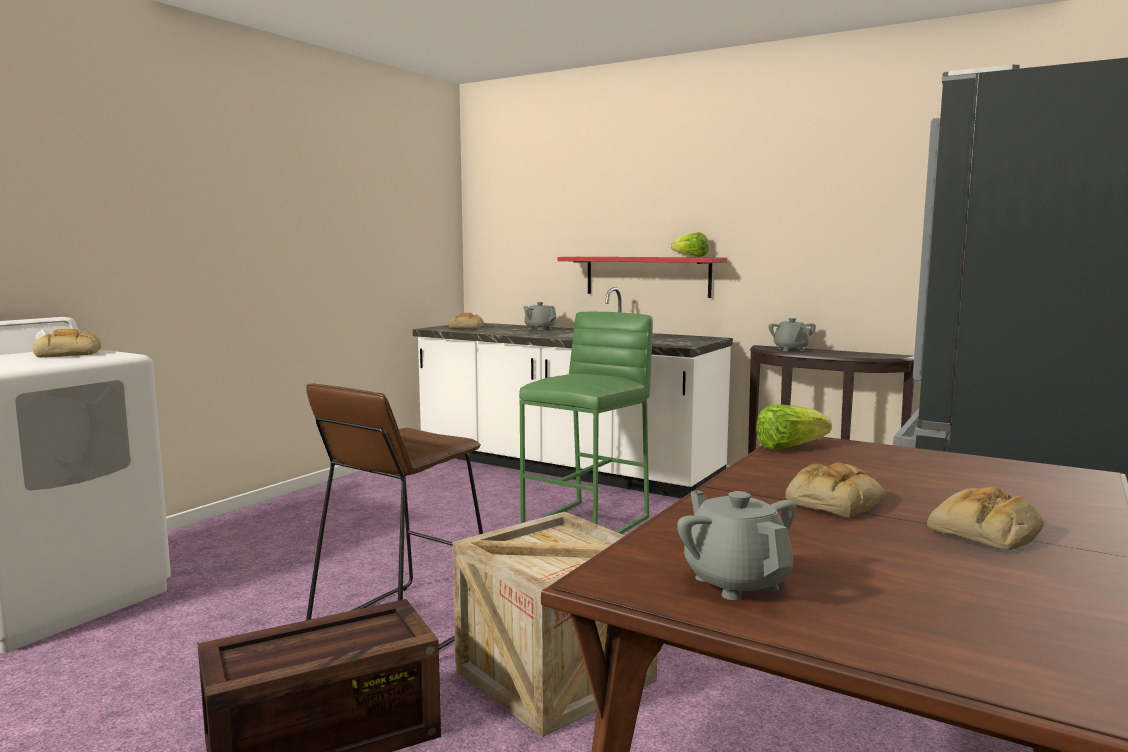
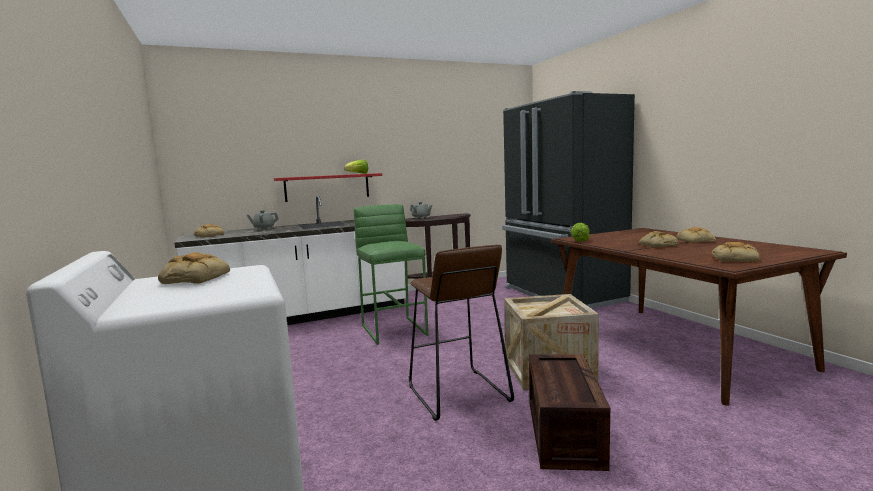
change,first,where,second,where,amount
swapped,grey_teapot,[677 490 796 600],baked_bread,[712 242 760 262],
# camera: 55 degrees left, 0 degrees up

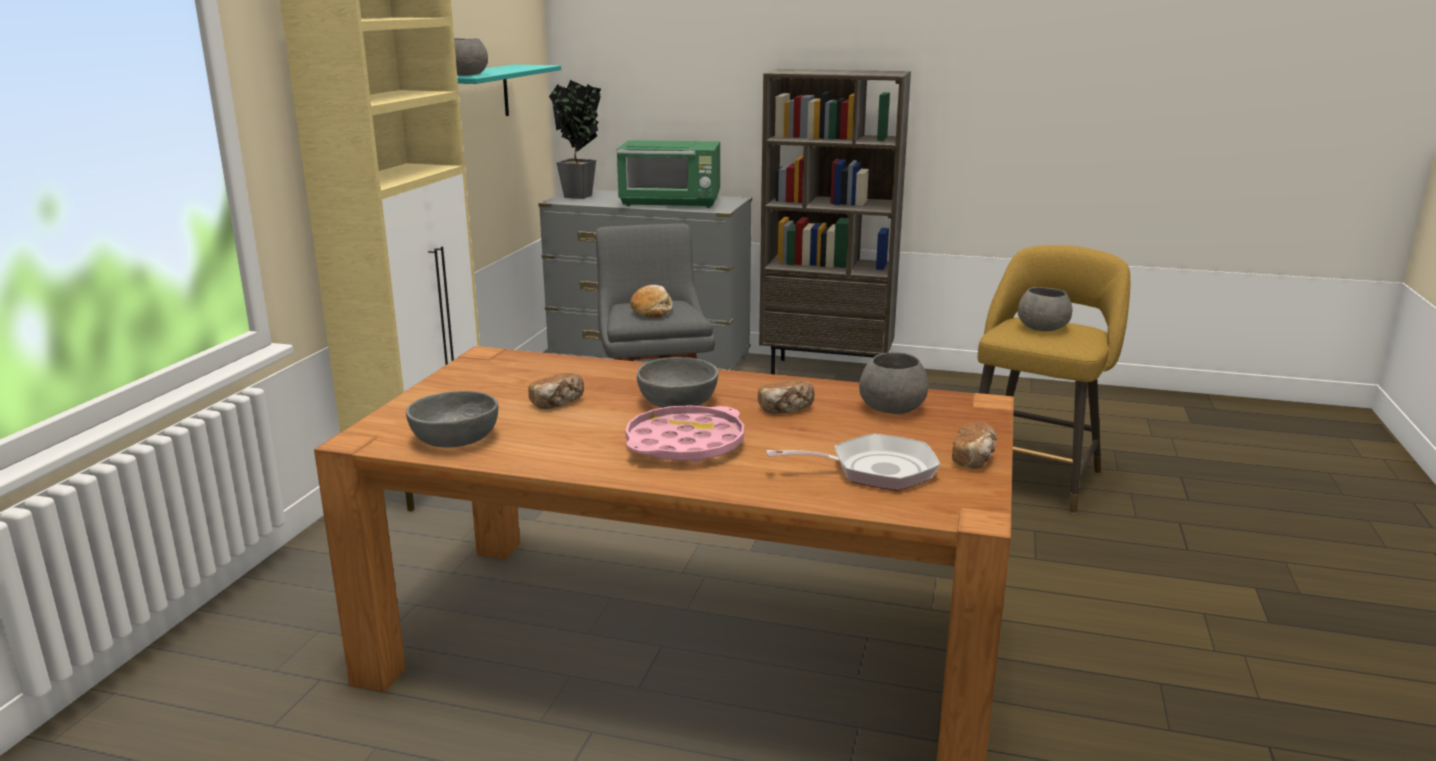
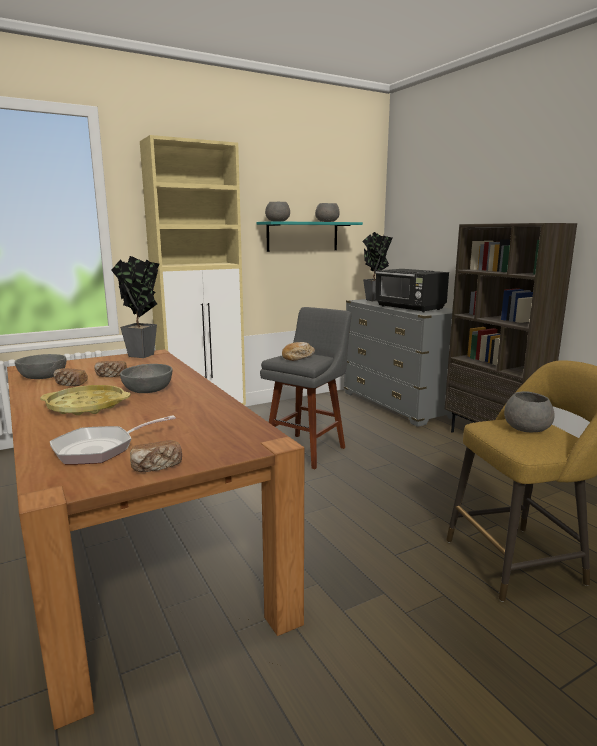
change,first,where,second,where,amount
repainted,green_kitchen_microwave,[616 140 720 208],black-coloured_kitchen_microwave,[375 269 449 312],
shifted,grey_deep_dish,[859 352 928 414],,[315 203 340 222],
shifted,baked_bread,[757 380 815 414],,[53 368 88 386],
repainted,pinkish_tray,[625 405 744 462],yellow_tray,[40 385 131 415],
rotated,pan,[766 433 940 491],,[50 415 176 465],105 degrees clockwise
new,,,plant_in_a_pot,[111 256 159 358],
# camera: 45 degrees right, 5 degrees down

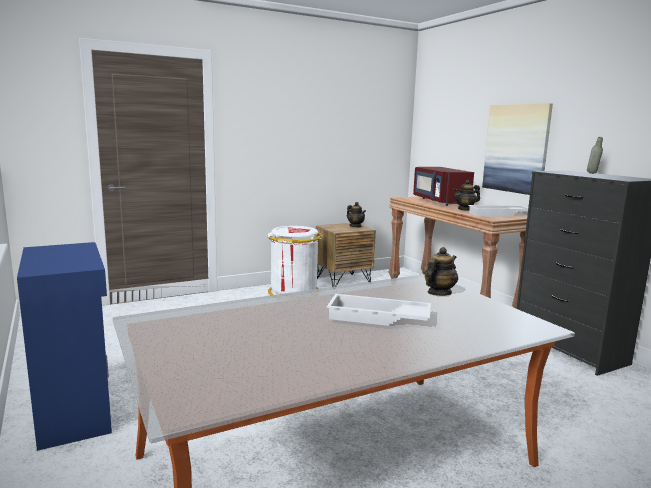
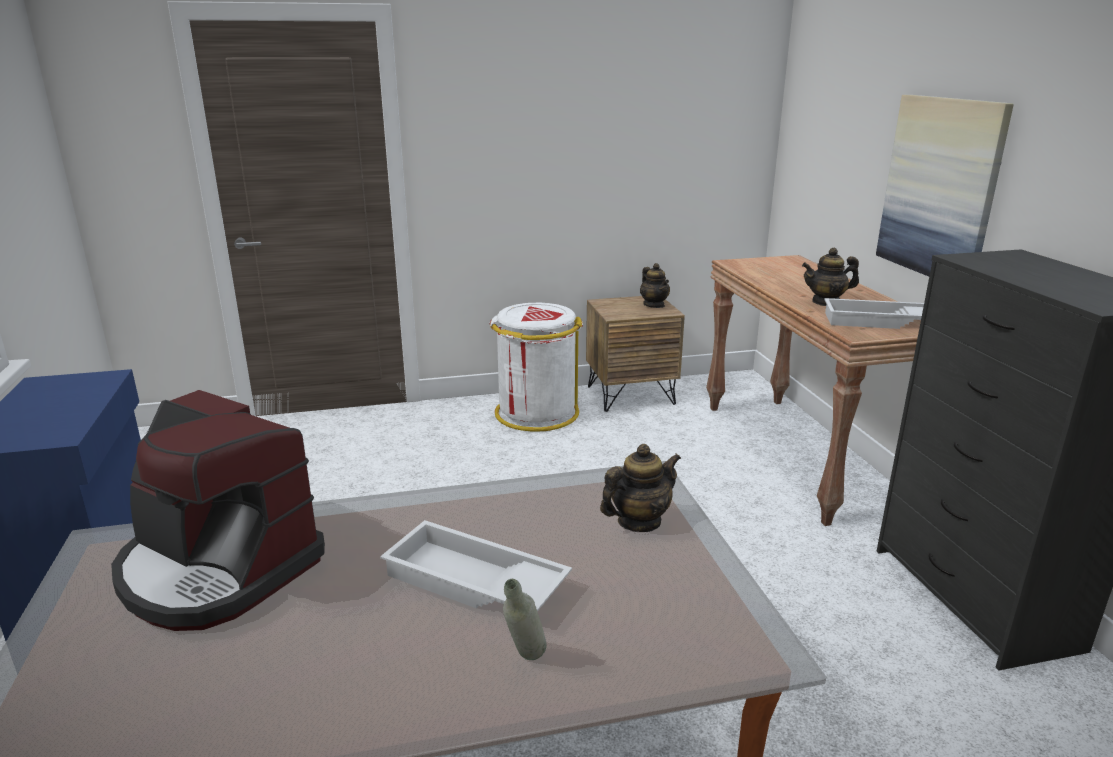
change,first,where,second,where,amount
shifted,grey_bottle,[587 137 603 174],,[503 579 547 660],
gone,red_kitchen_microwave,[413 167 474 206],,,
new,,,coffee_brewer,[111 390 325 631],
# camera: 15 degrees right, 10 degrees up

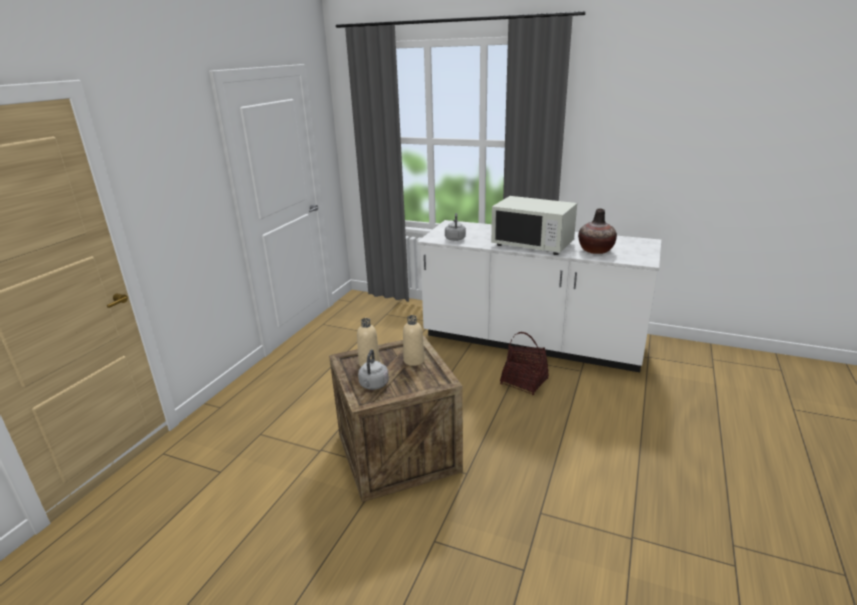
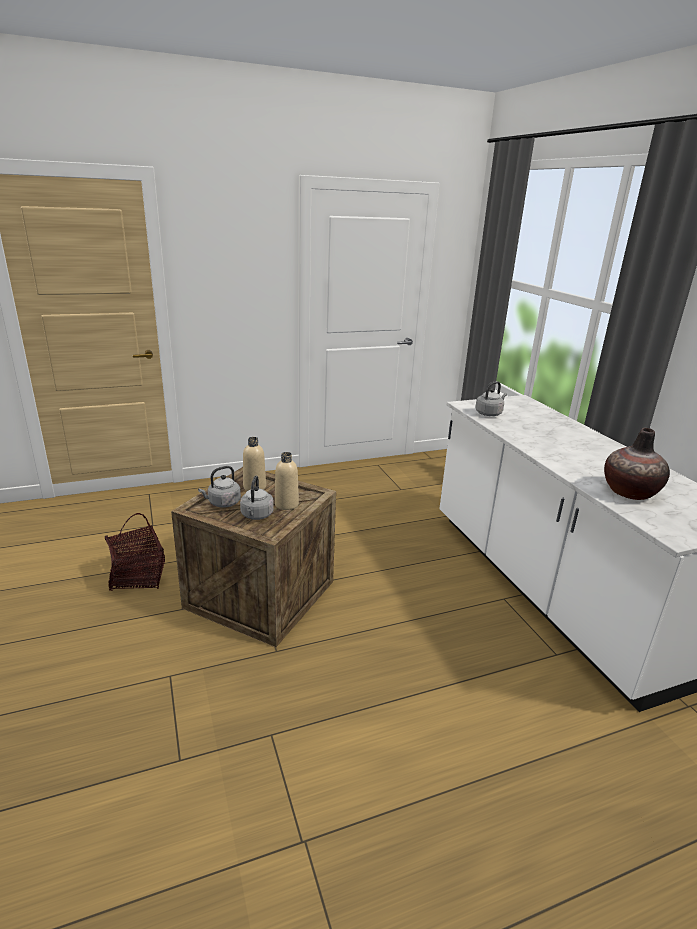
change,first,where,second,where,amount
gone,white_kitchen_microwave,[491 196 577 255],,,
shifted,storage_basket,[500 332 549 396],,[105 513 165 591],
new,,,grey_tea_kettle,[240 476 274 520],
# camera: 45 degrees right, 0 degrees up

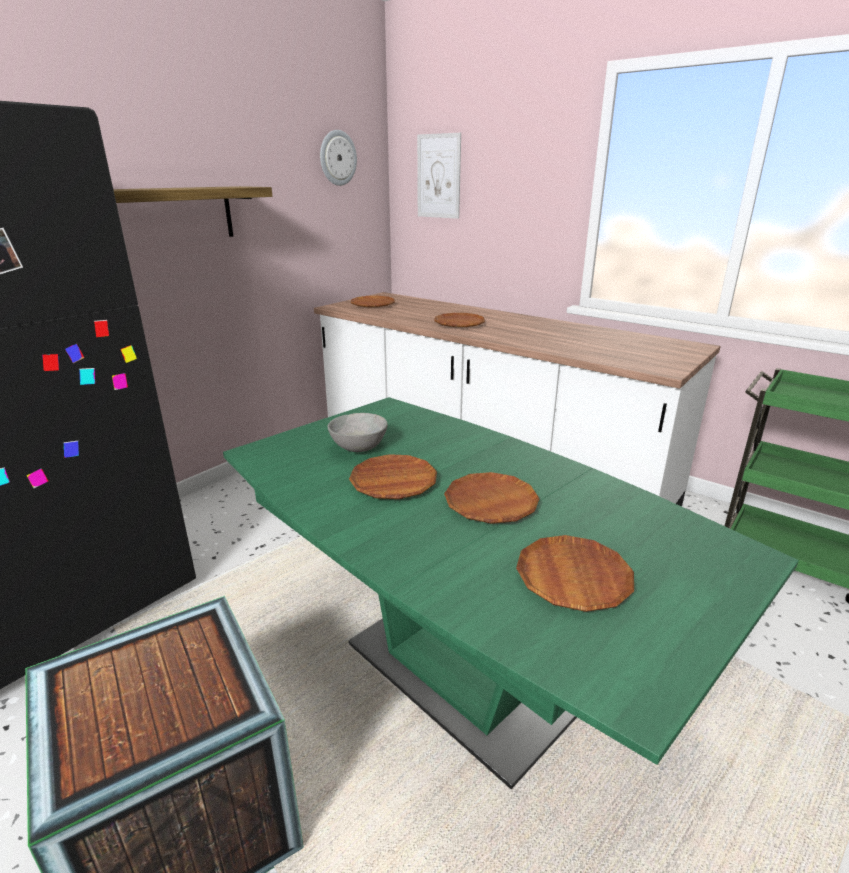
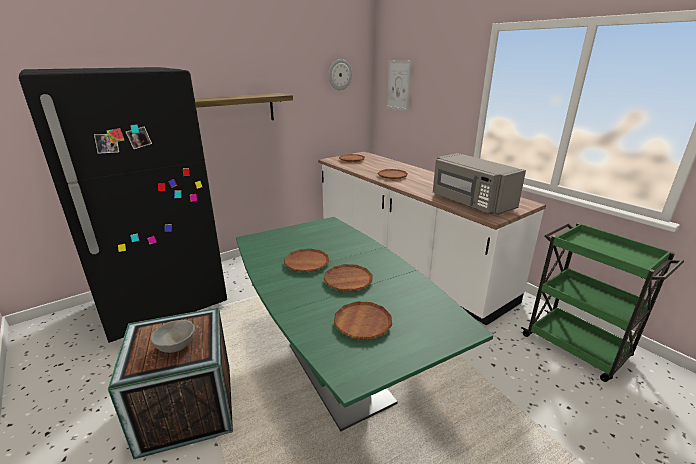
change,first,where,second,where,amount
shifted,grey_deep_dish,[327 413 388 452],,[151 320 195 353],
new,,,grey_kitchen_microwave,[433 153 526 215],
# camera: 15 degrees right, 0 degrees up

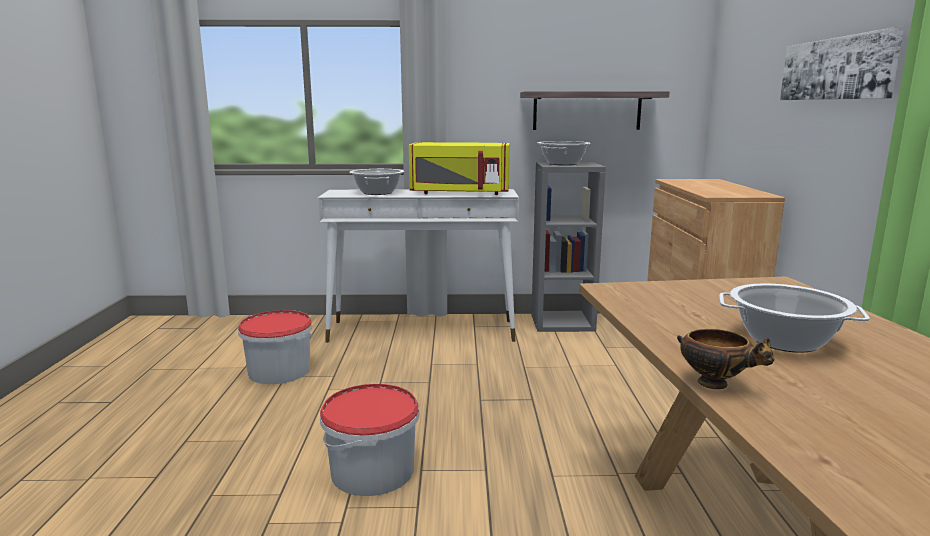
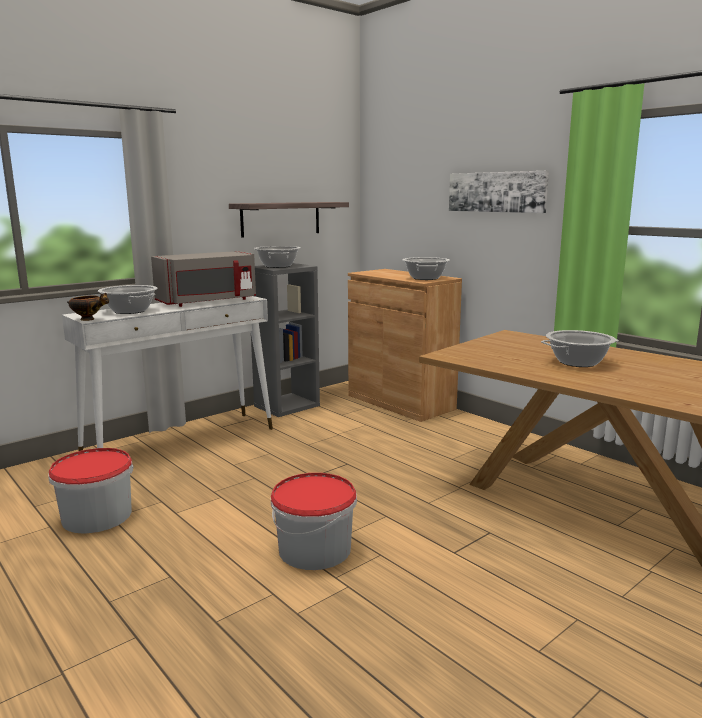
change,first,where,second,where,amount
repainted,yellow_kitchen_microwave,[409 142 510 195],grey_kitchen_microwave,[151 251 256 307],
shifted,deep_dish,[677 329 774 389],,[67 293 109 321],
new,,,saucepot,[403 257 450 280],
# camera: 40 degrees left, 0 degrees up

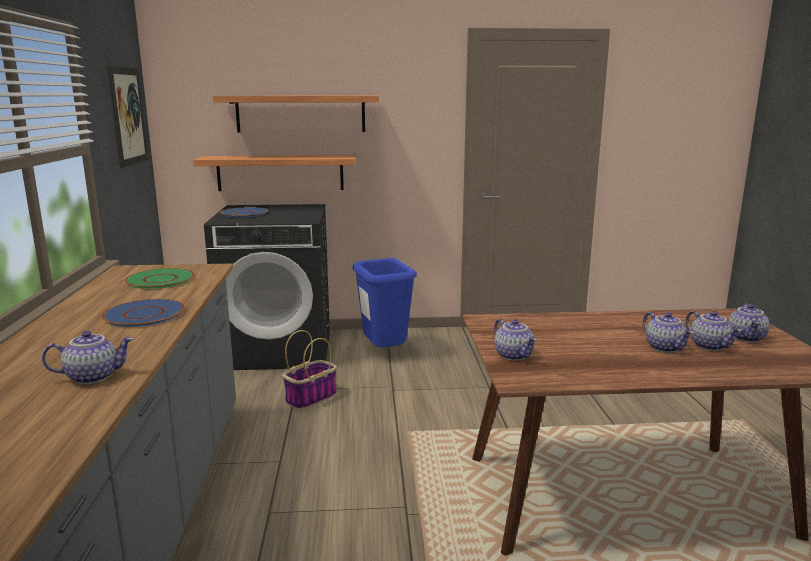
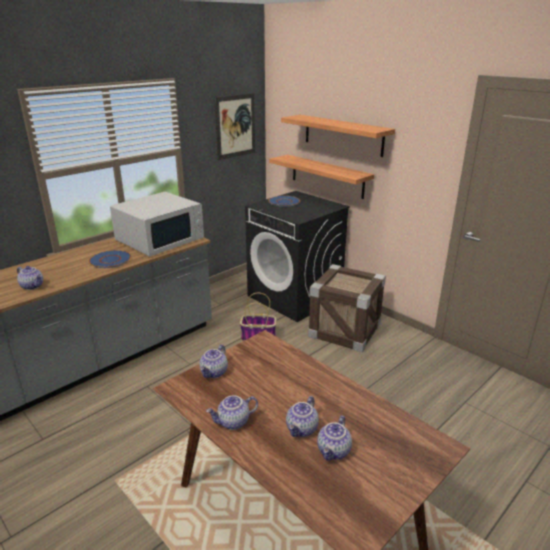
change,first,where,second,where,amount
swapped,blue-coloured_waste_bin,[353 258 417 347],packing_crate,[308 264 386 352],
swapped,green_dinner_plate,[125 268 194 289],white_kitchen_microwave,[110 192 204 256],
shifted,teapot,[728 303 770 343],,[206 395 258 430],
# camera: 50 degrees right, 10 degrees up

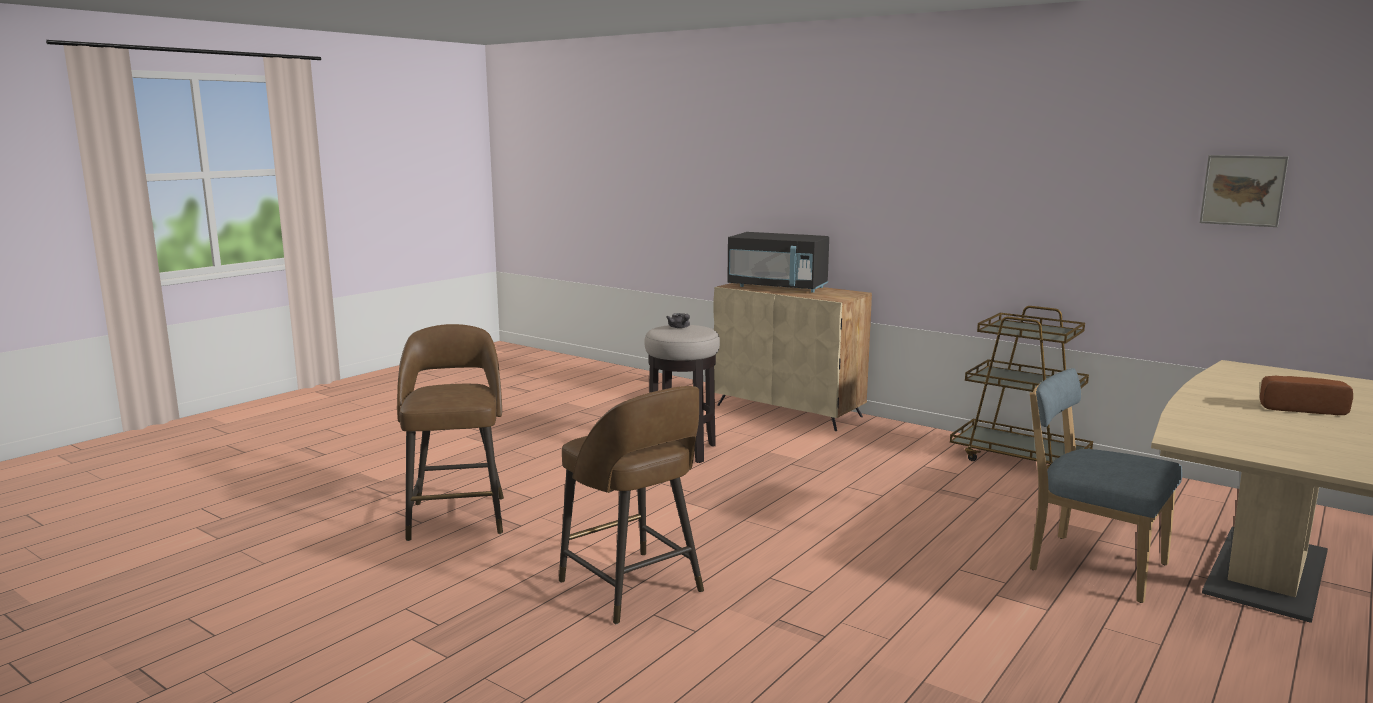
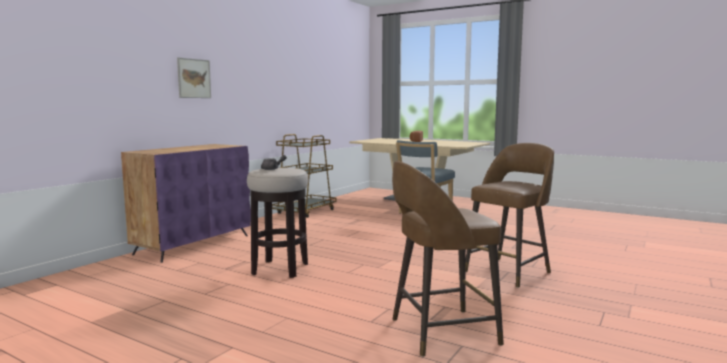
change,first,where,second,where,amount
shifted,wall_art,[1200 155 1289 227],,[177 57 211 98],
gone,black-coloured_kitchen_microwave,[727 232 829 292],,,
repainted,sand-coloured_cupboard,[713 283 872 431],purple-coloured_cupboard,[121 144 251 263],
# camera: 95 degrees left, 5 degrees down

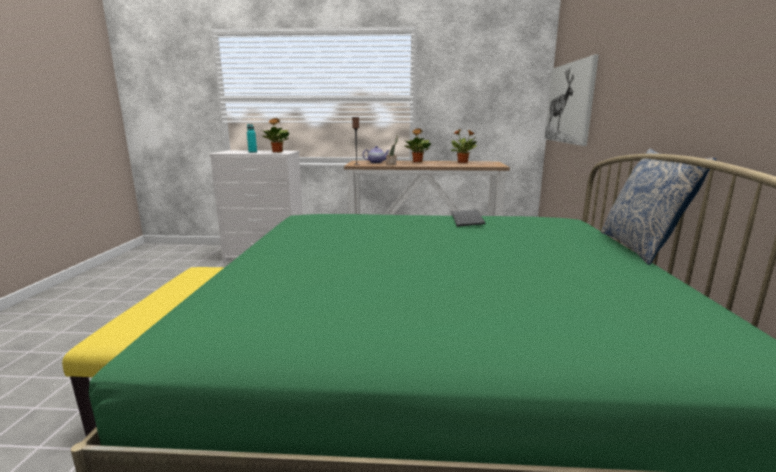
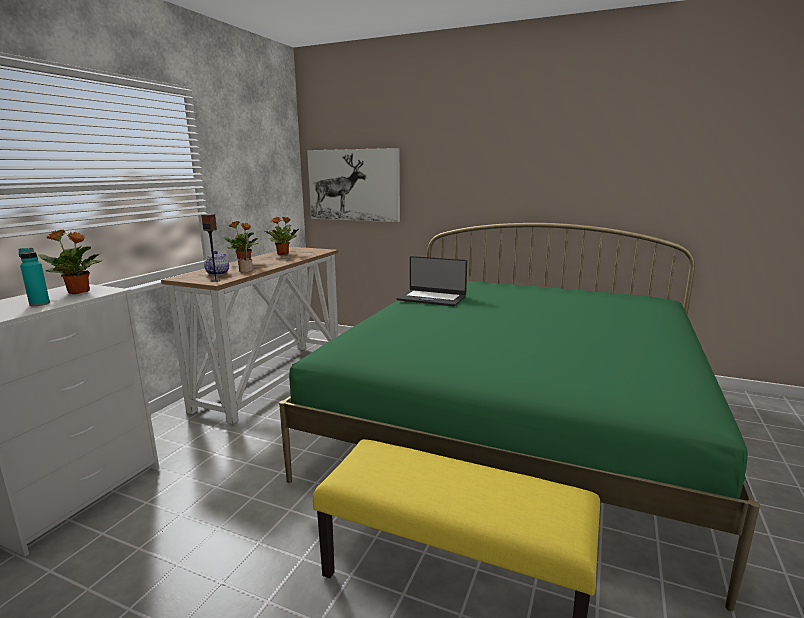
change,first,where,second,where,amount
gone,throw_pillow,[601 149 716 265],,,
swapped,keyboard,[451 209 485 227],laptop,[396 256 467 306],
# camera: 70 degrees left, 0 degrees up

